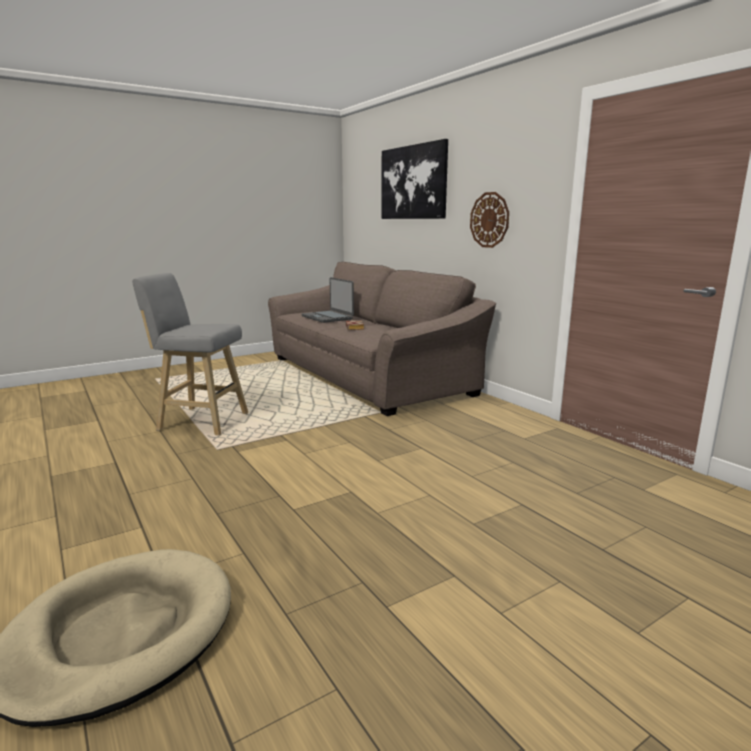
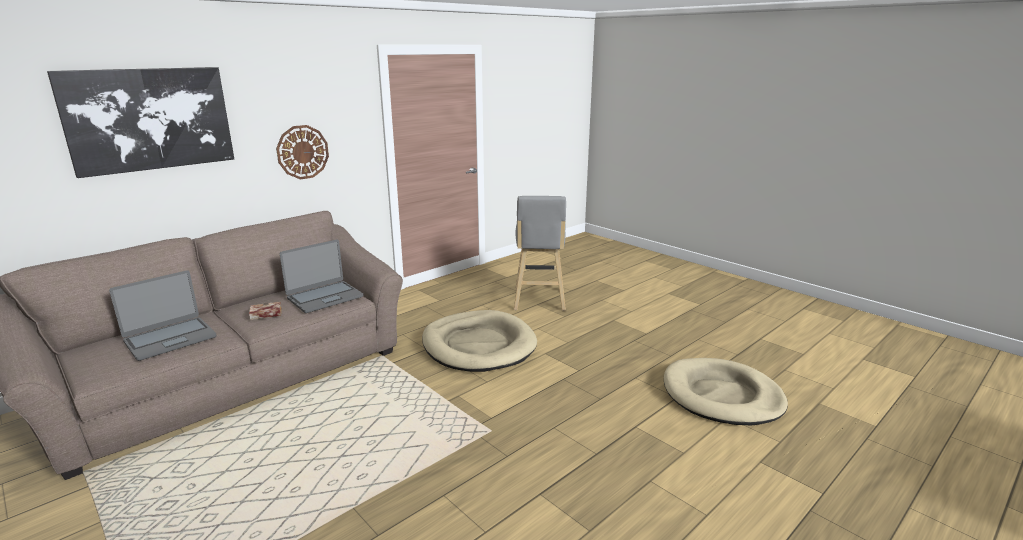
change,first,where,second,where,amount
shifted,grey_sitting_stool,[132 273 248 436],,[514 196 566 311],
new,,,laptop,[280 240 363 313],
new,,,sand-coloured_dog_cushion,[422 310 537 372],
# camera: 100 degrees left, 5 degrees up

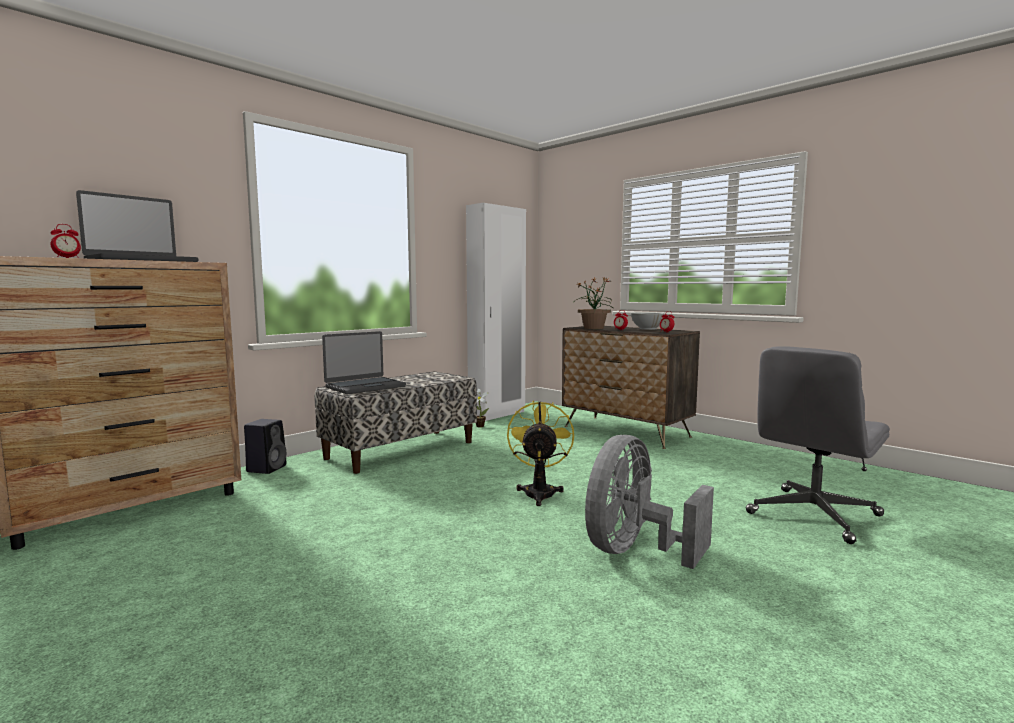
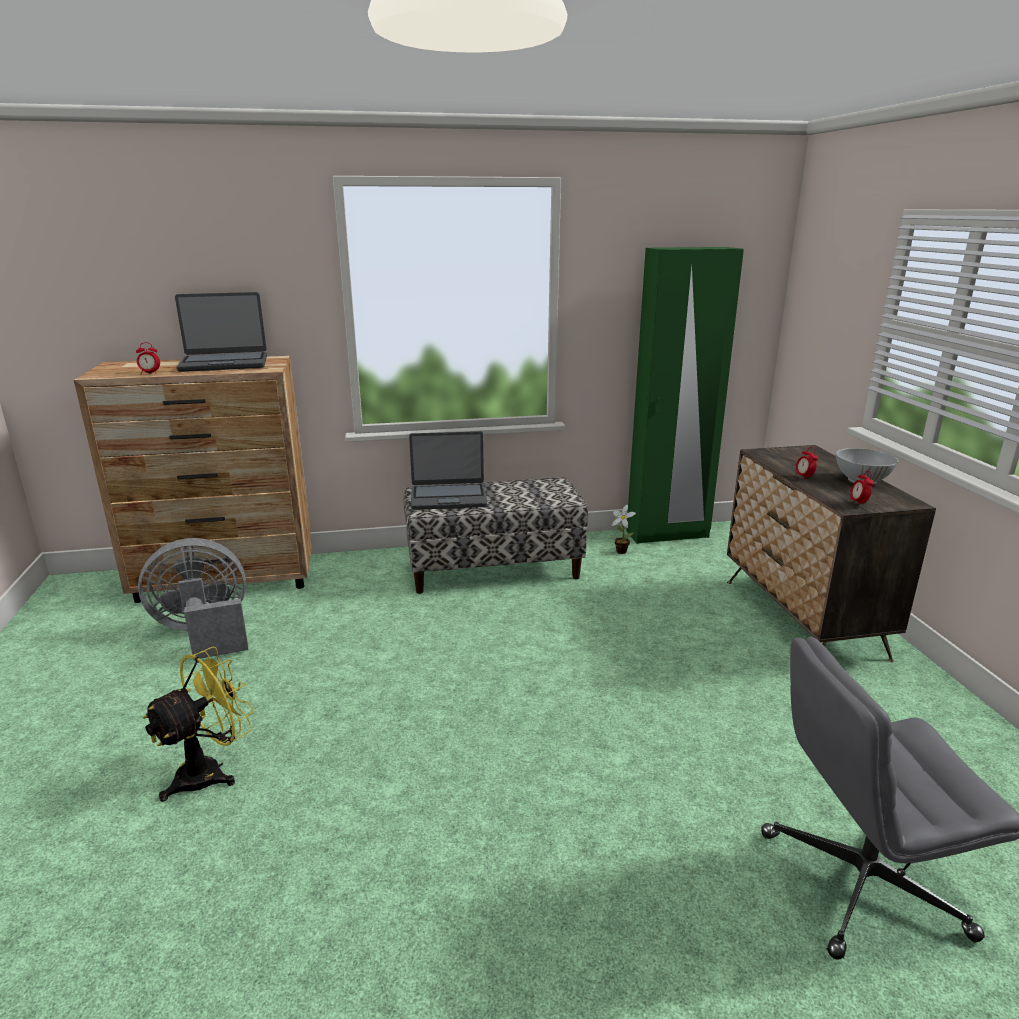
change,first,where,second,where,amount
repainted,white_wardrobe,[466 203 526 421],green_wardrobe,[626 247 744 544],
gone,plant_in_a_pot,[575 277 614 329],,,
shifted,yellow_electric_fan,[507 400 574 506],,[142 647 254 802],
gone,black-coloured_loudspeaker,[244 419 286 474],,,
shifted,grey_electric_fan,[585 435 714 569],,[138 538 248 660],
# camera: 35 degrees right, 15 degrees up

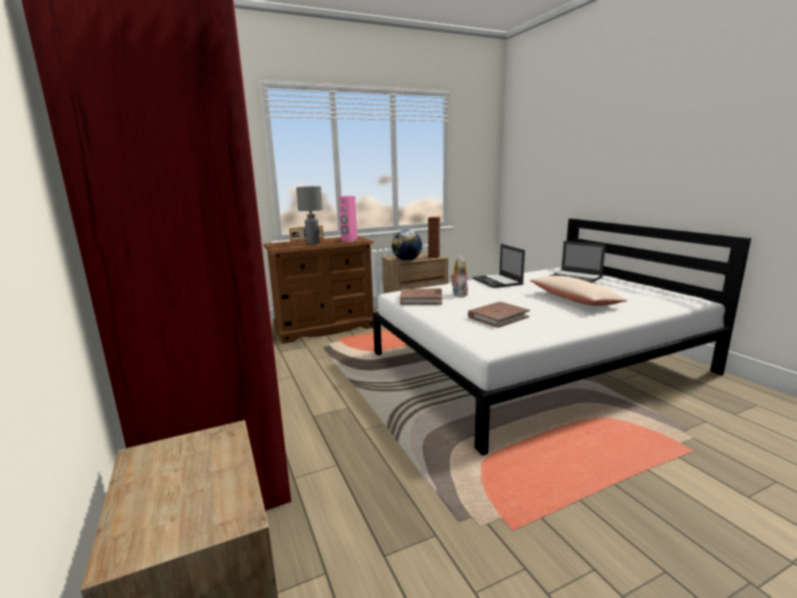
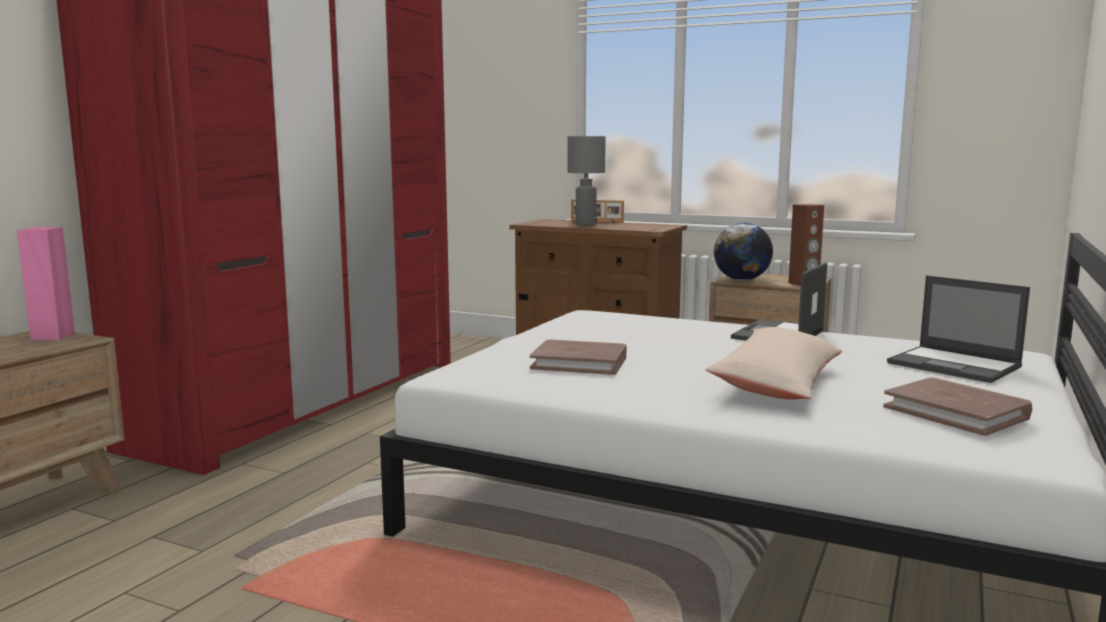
change,first,where,second,where,amount
shifted,pinkish_loudspeaker,[338 196 358 242],,[17 227 75 340],
rotated,laptop,[550 241 606 283],,[887 275 1030 383],45 degrees counterclockwise
gone,cuddly_toy,[450 255 468 297],,,
shifted,brown_volume,[400 289 442 304],,[883 377 1032 436],
# camera: 50 degrees right, 5 degrees down

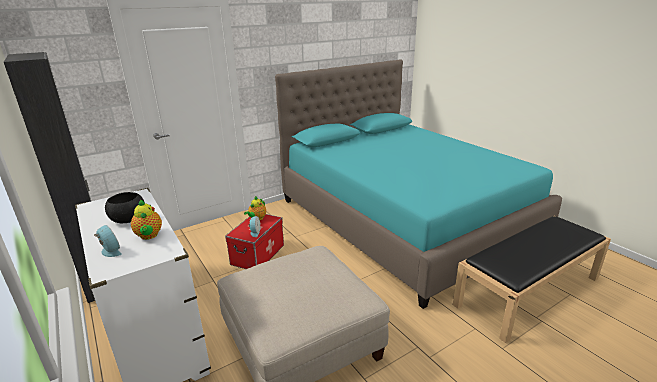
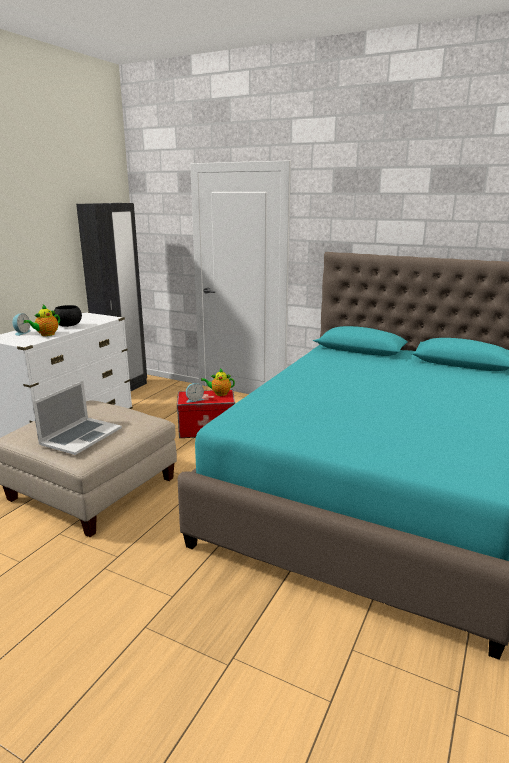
change,first,where,second,where,amount
gone,black-coloured_long_seat,[453 216 611 343],,,
new,,,laptop,[32 381 122 455],
# camera: 60 degrees right, 5 degrees down

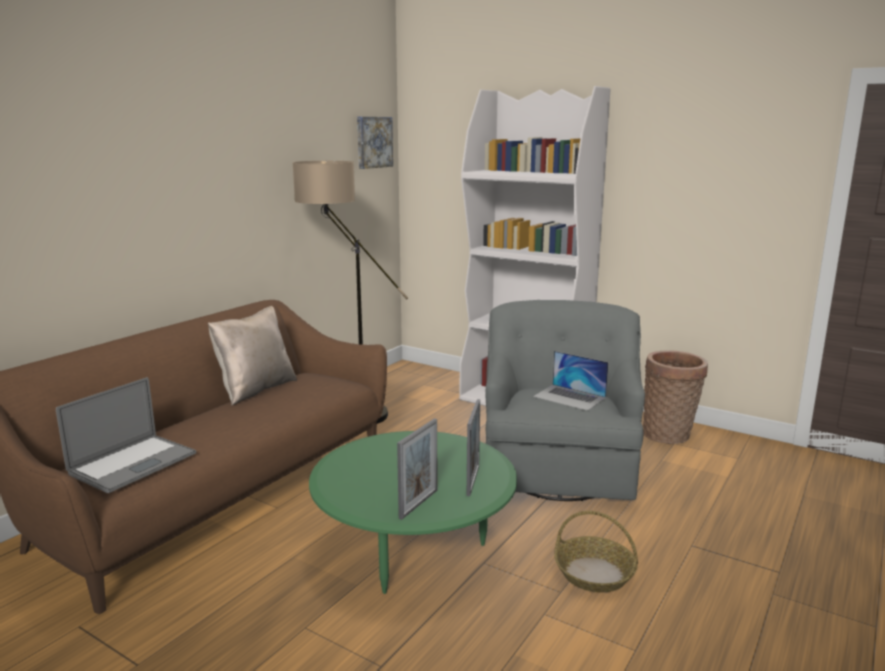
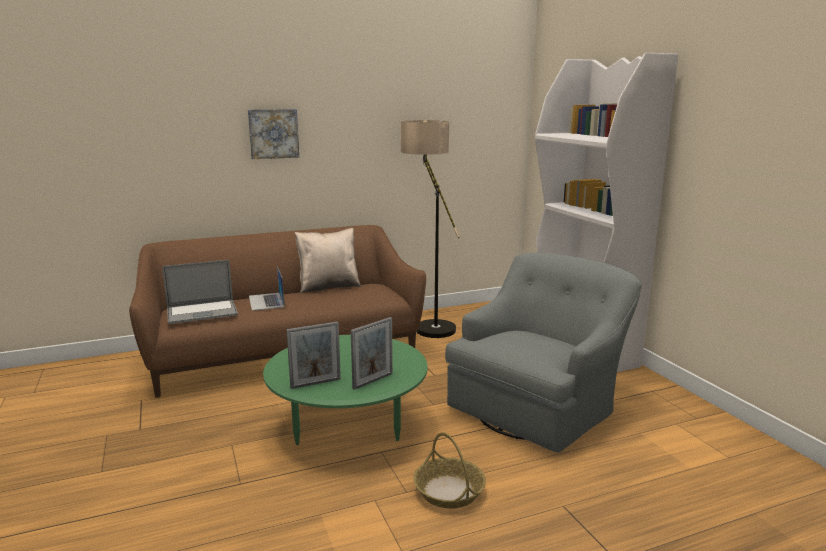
change,first,where,second,where,amount
shifted,wall_art,[357 117 393 169],,[248 109 299 159],
gone,storage_basket,[643 350 708 444],,,
shifted,laptop,[533 351 609 411],,[249 266 284 311],
# camera: 35 degrees right, 0 degrees up

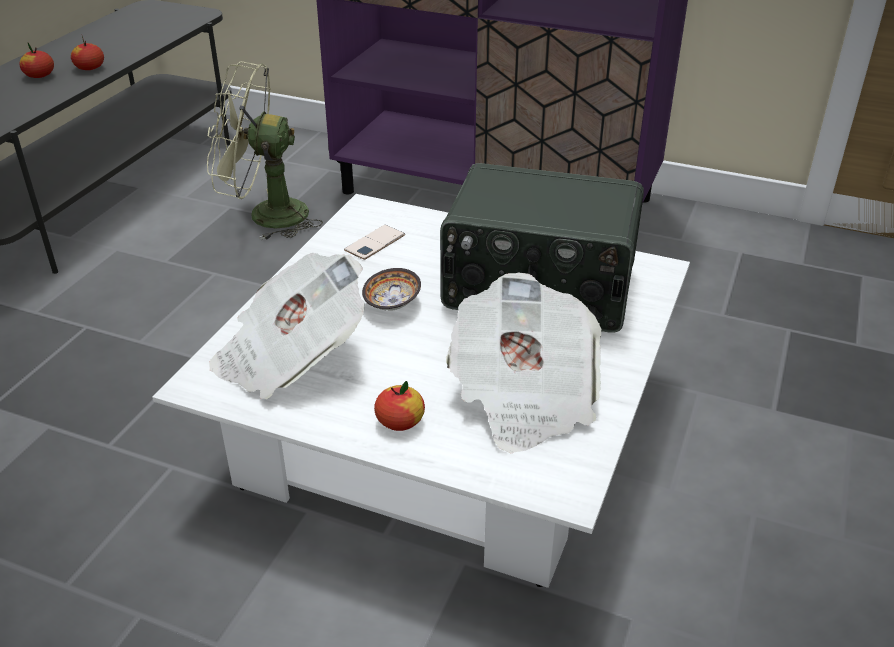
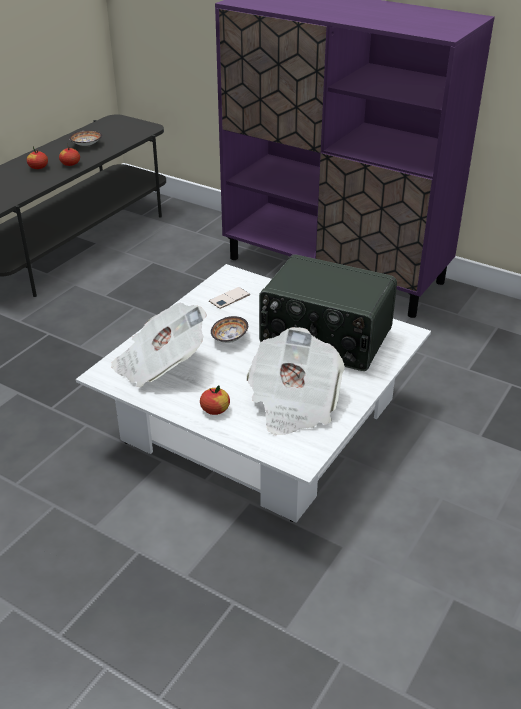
change,first,where,second,where,amount
gone,green_electric_fan,[207 61 323 240],,,
new,,,deep_dish,[69 130 102 146],
# camera: 10 degrees right, 0 degrees up

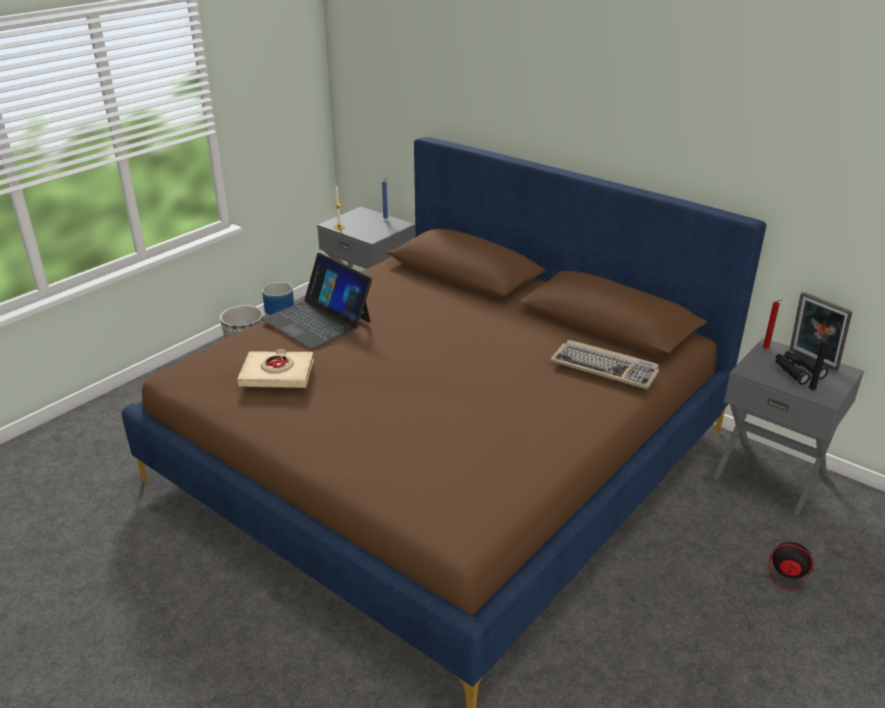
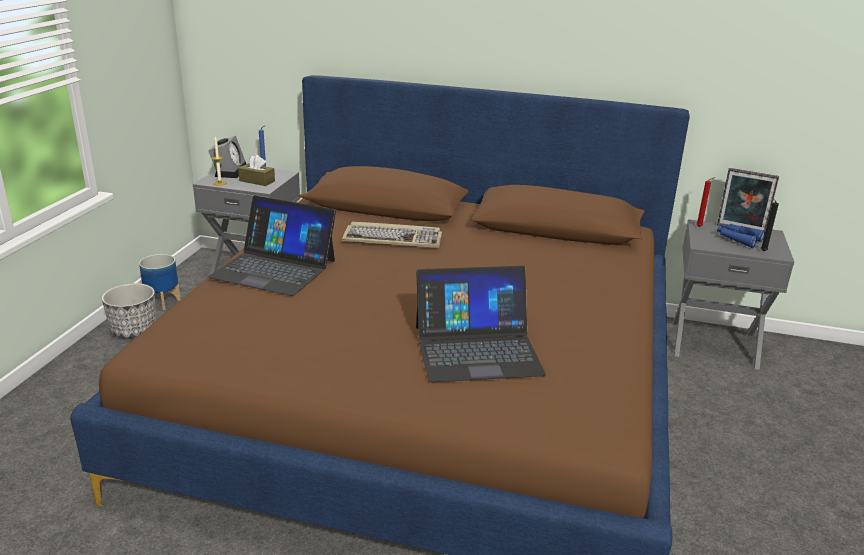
change,first,where,second,where,amount
shifted,keyboard,[550 340 659 389],,[342 222 442 248],
gone,sand-coloured_volume,[237 349 314 388],,,
repainted,black-coloured_field_glasses,[776 351 828 385],blue-coloured_field_glasses,[717 224 765 248],
gone,electric_fan,[724 542 813 636],,,
new,,,alarm_clock,[208 136 246 178],
new,,,brown_tissue_holder,[238 155 275 186],
new,,,laptop,[416 266 546 382],
# camera: 25 degrees left, 5 degrees down

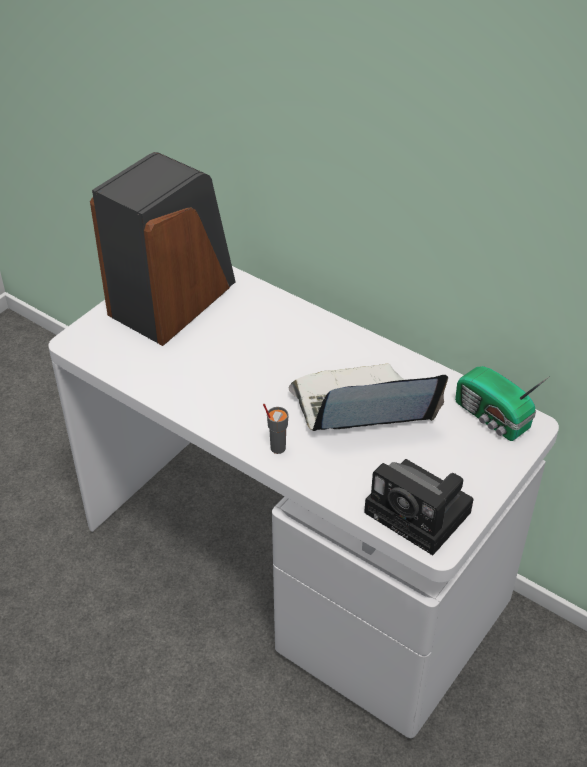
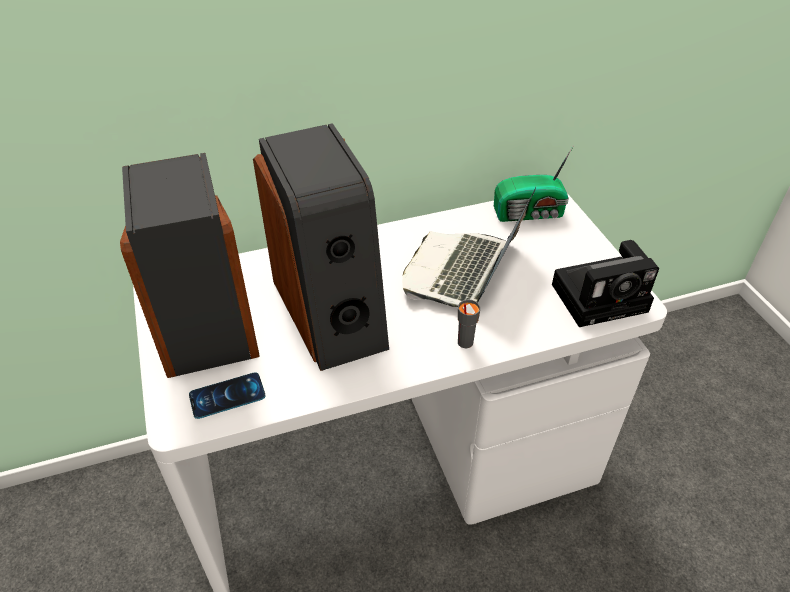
change,first,where,second,where,amount
new,,,loudspeaker,[253 123 389 371],
new,,,handset,[189 372 266 419],
# camera: 55 degrees left, 0 degrees up

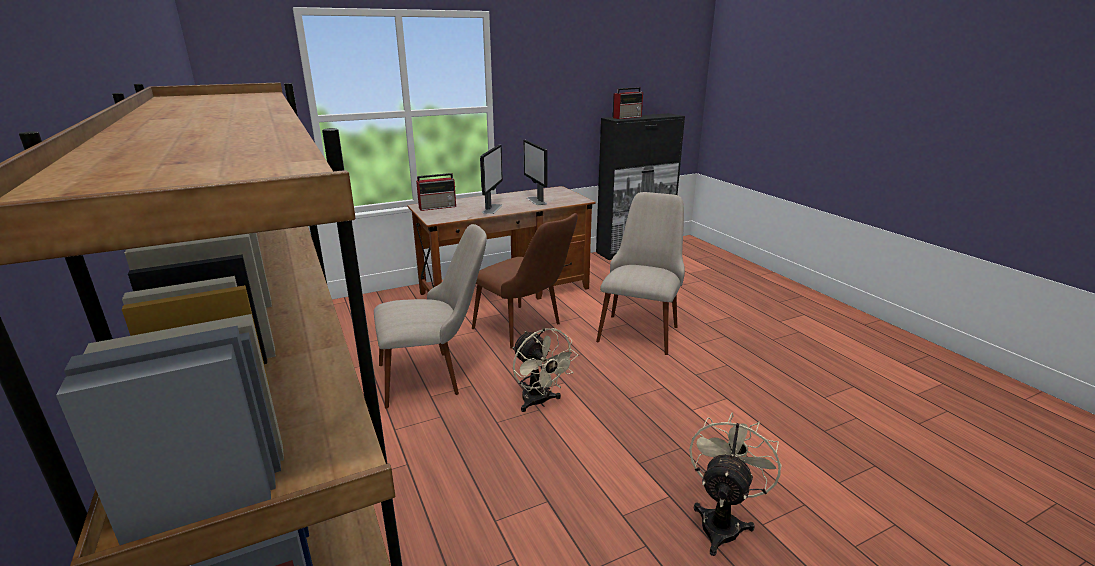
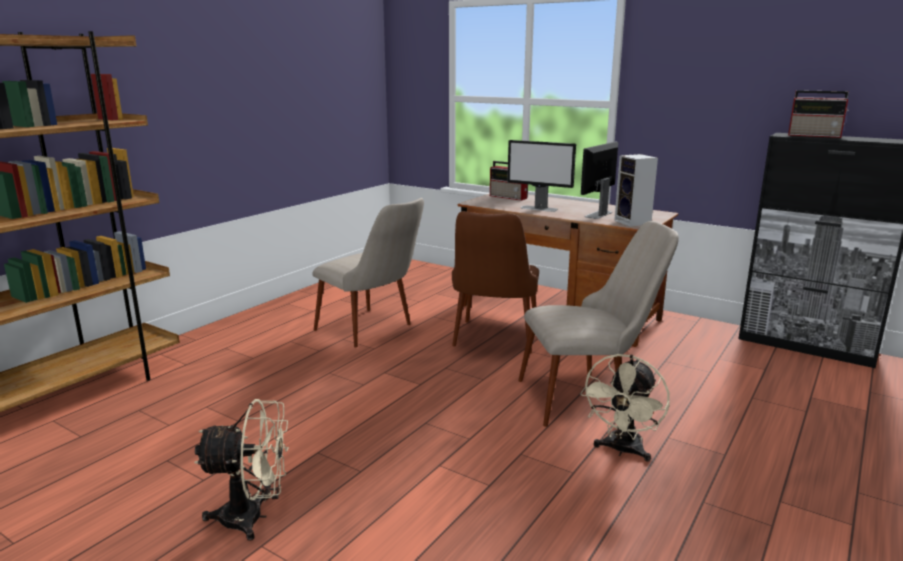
change,first,where,second,where,amount
rotated,computer_display,[480 144 503 214],,[507 140 576 212],45 degrees clockwise
shifted,sand-coloured_electric_fan,[513 328 578 412],,[580 354 670 462],
new,,,loudspeaker,[614 154 658 227],
# camera: 60 degrees right, 5 degrees down

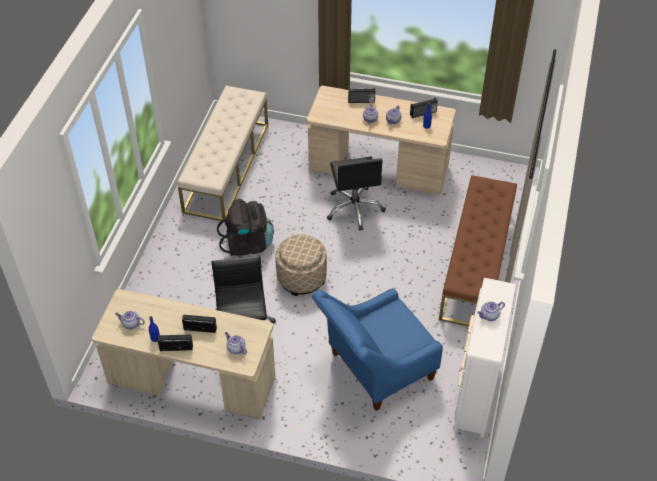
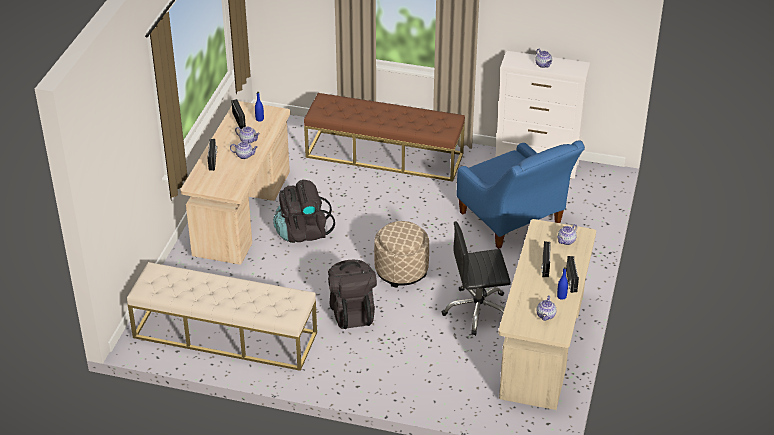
change,first,where,second,where,amount
swapped,black-coloured_office_chair,[327 157 386 231],black-coloured_knapsack,[273 180 335 243],
# camera: 90 degrees left, 10 degrees down

